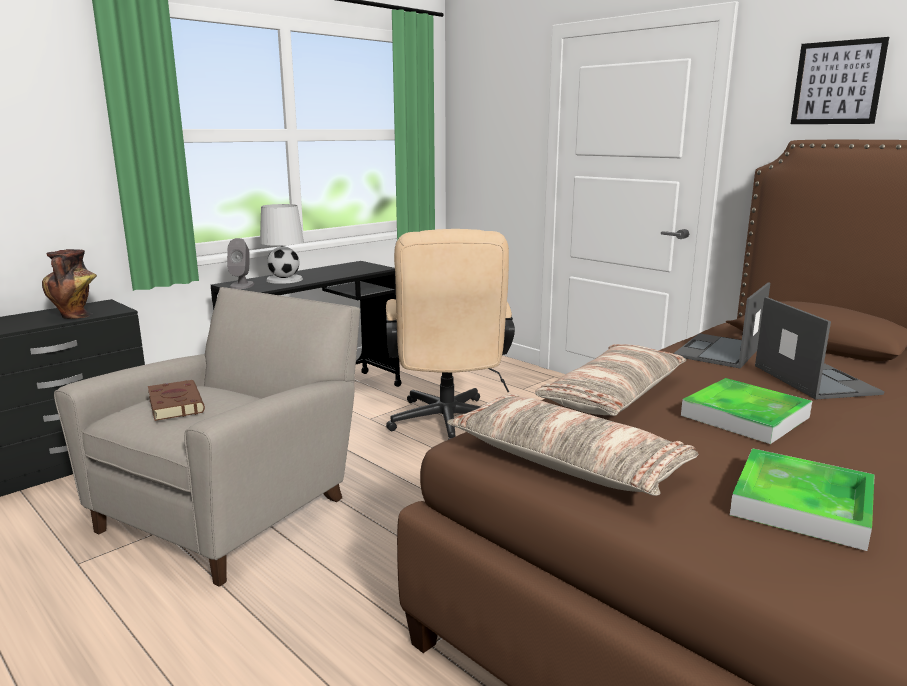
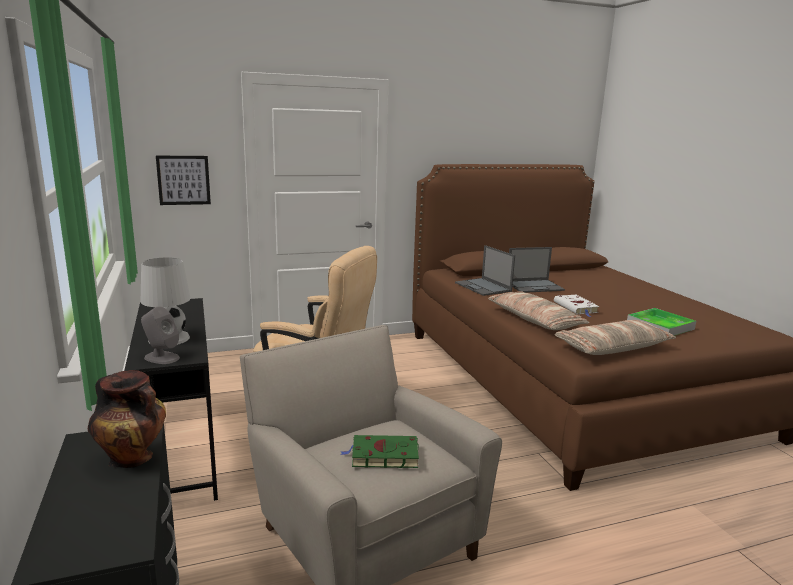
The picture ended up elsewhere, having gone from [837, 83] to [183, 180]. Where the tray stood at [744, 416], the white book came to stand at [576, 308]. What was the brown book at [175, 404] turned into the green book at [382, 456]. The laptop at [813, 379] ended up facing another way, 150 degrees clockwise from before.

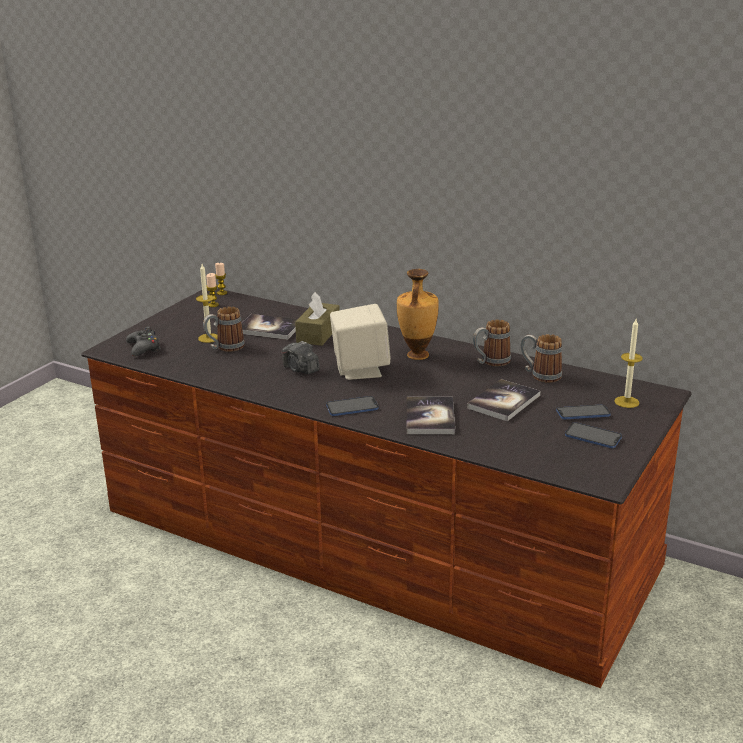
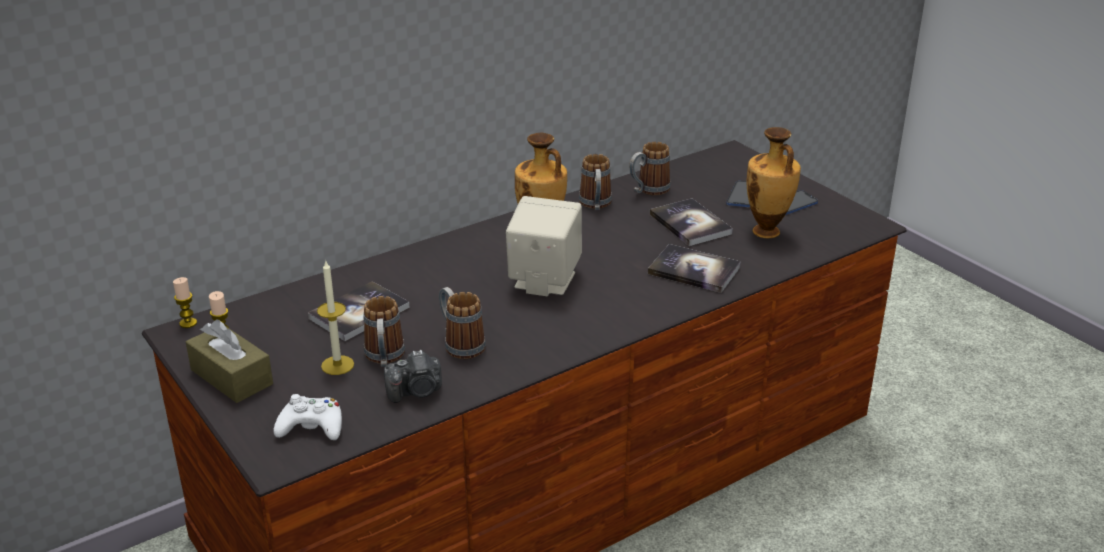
The second view lost the phone at [352, 407]. The second view lost the candle at [626, 402]. The second view gained the mug at [460, 344]. The second view gained the vase at [766, 233]. The photo camera ended up elsewhere, having gone from [300, 369] to [416, 391]. The brown tissue box ended up elsewhere, having gone from [318, 334] to [231, 377]. What was the black game controller at [144, 348] turned into the white game controller at [312, 427].

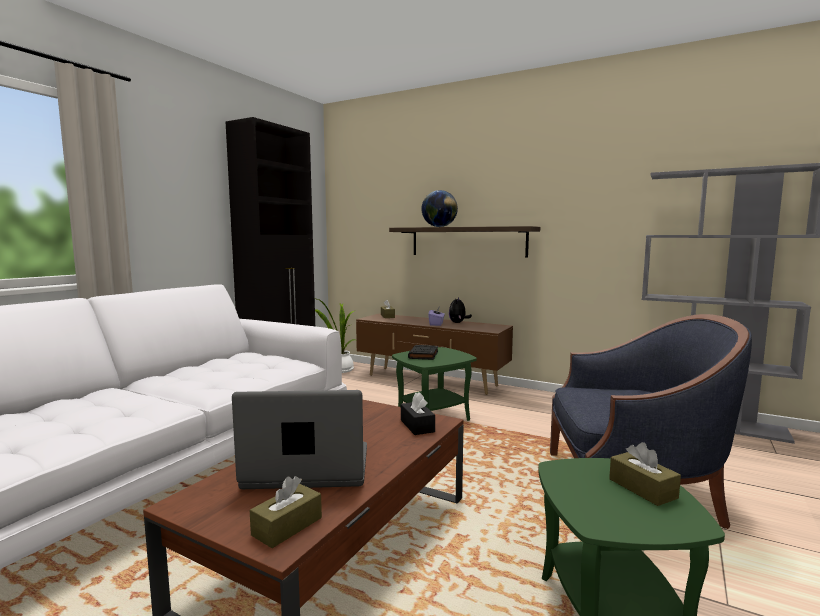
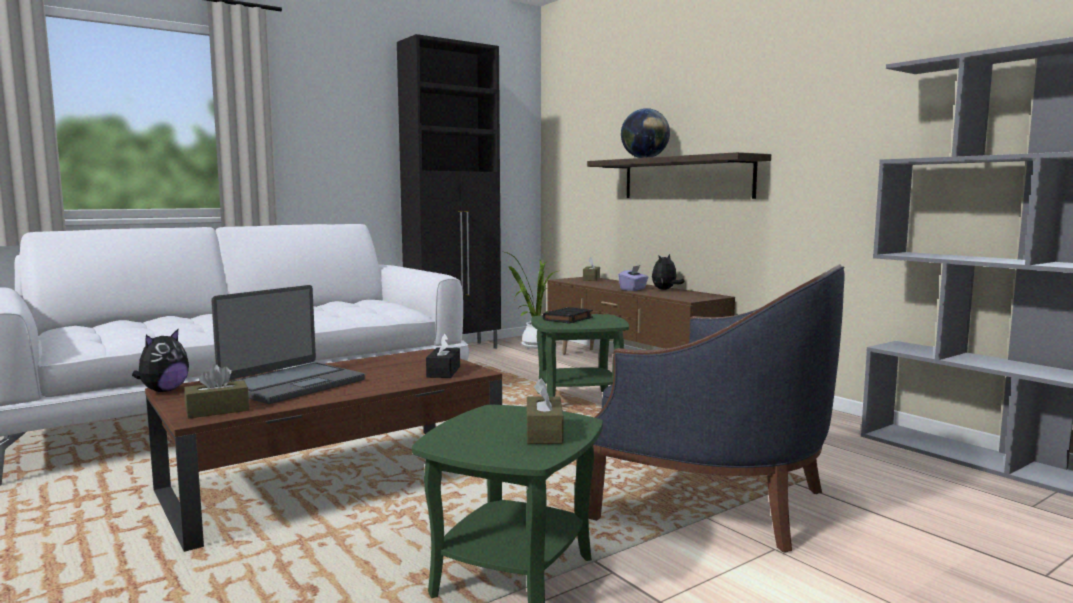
The second view gained the plush toy at [164, 390]. The laptop at [307, 469] ended up facing another way, 105 degrees clockwise from before.

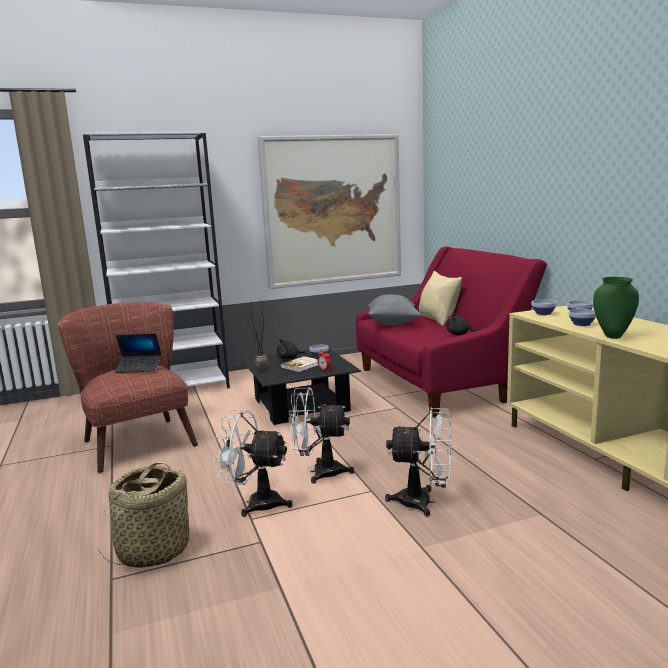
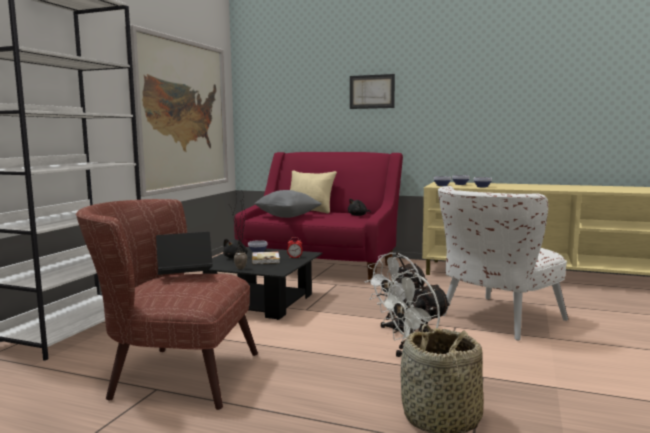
The second view lost the green vase at [613, 337]. The second view gained the picture at [372, 91]. Where the white fan stood at [424, 502], the white armchair came to stand at [493, 320]. The laptop at [139, 368] ended up facing another way, 150 degrees counterclockwise from before.

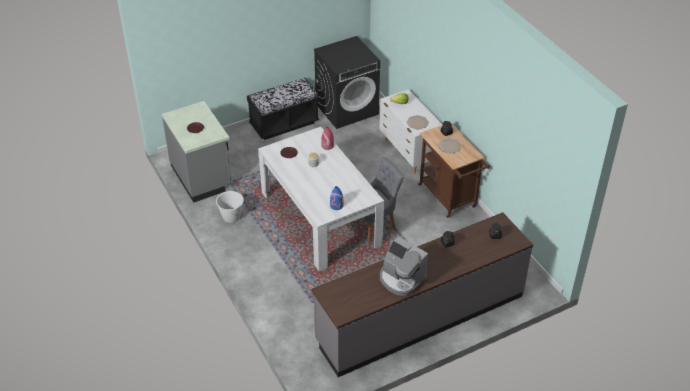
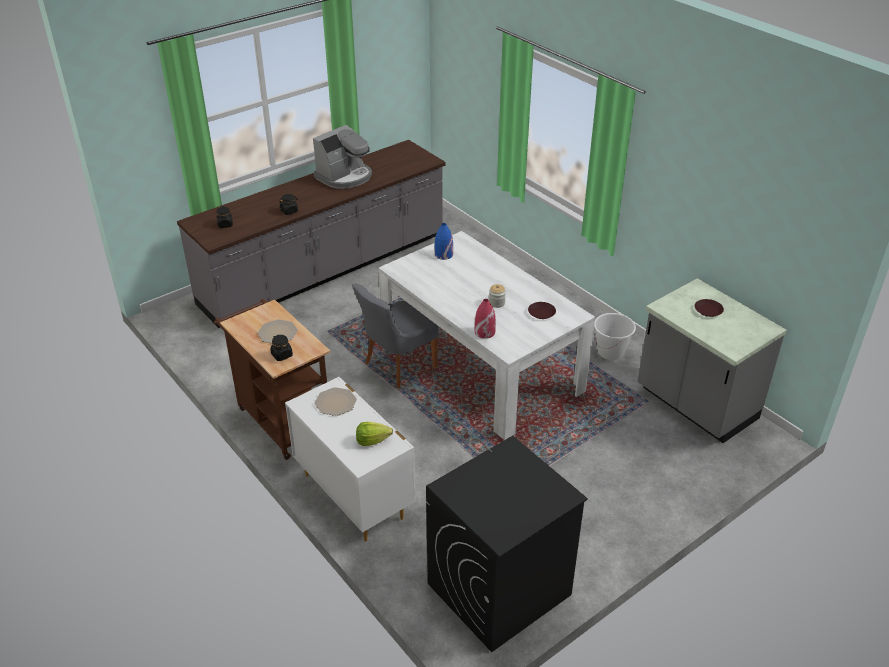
The second view lost the black bench at [284, 124]. The coffee machine at [401, 279] ended up facing another way, 105 degrees clockwise from before.

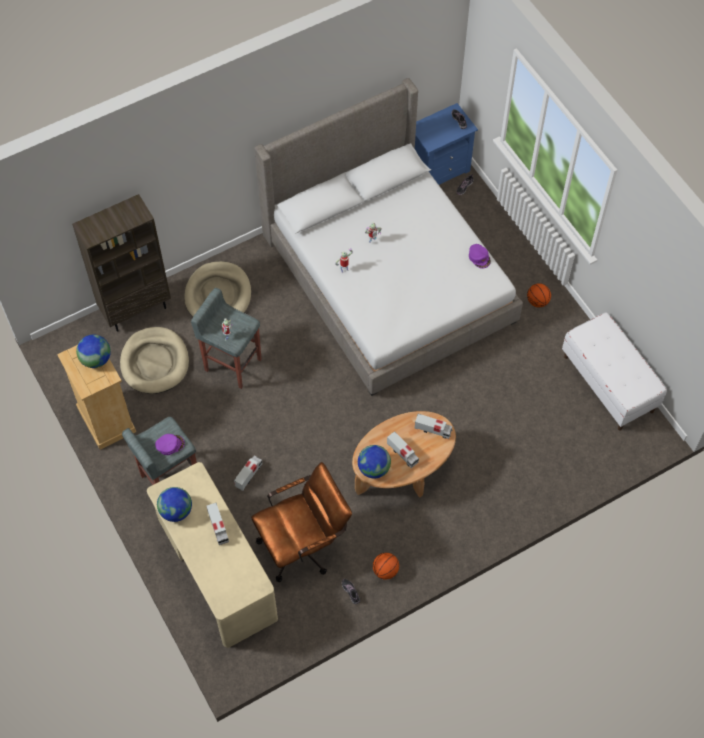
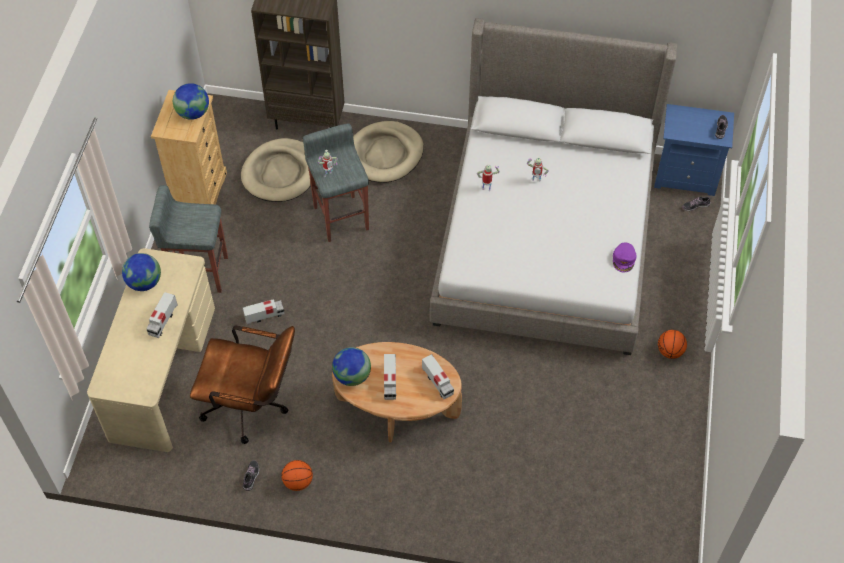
The second view lost the purple cap at [170, 445]. The second view lost the white bench at [608, 383].

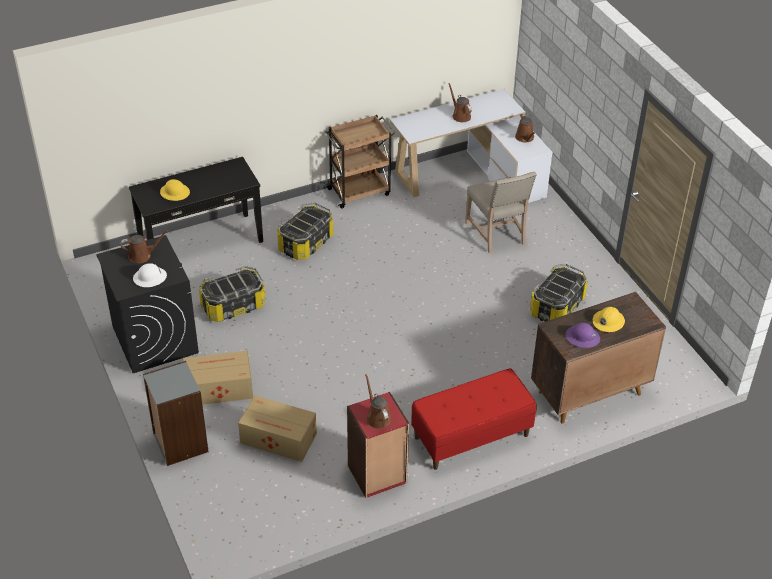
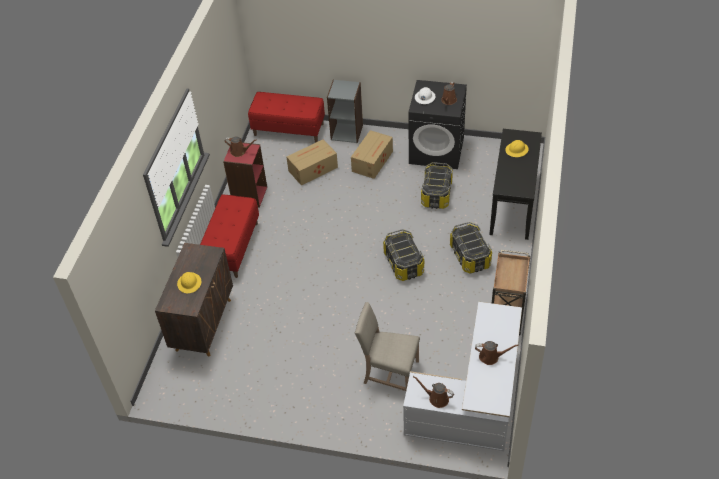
The second view lost the purple hard hat at [582, 337]. The second view gained the red bench at [289, 129]. The storage box ended up elsewhere, having gone from [556, 306] to [404, 263].

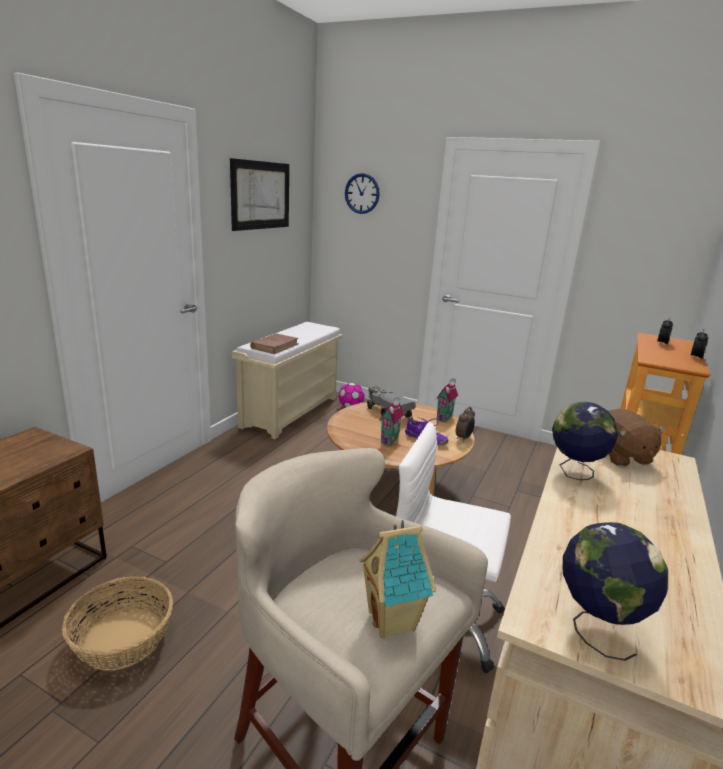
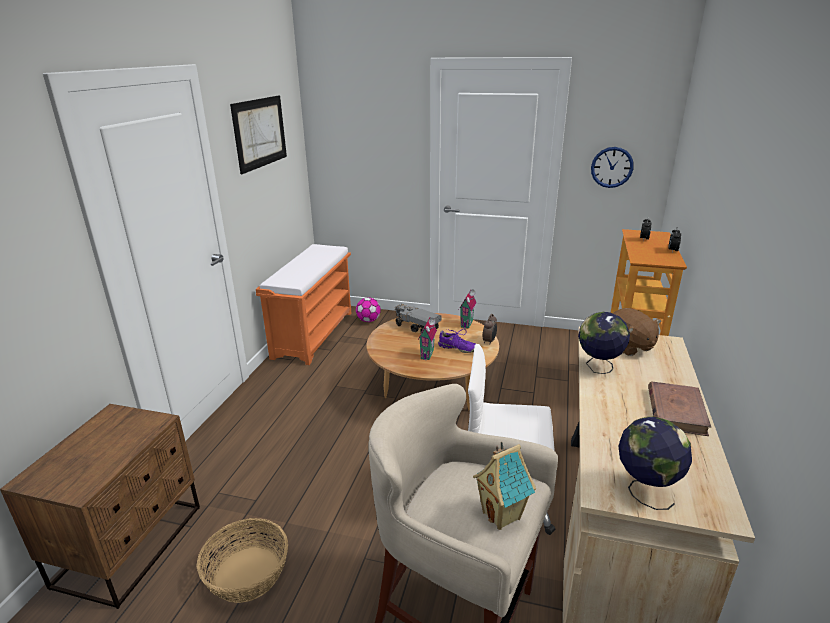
The brown book ended up elsewhere, having gone from [275, 346] to [676, 411]. The wall clock ended up elsewhere, having gone from [362, 193] to [612, 167]. What was the beige bench at [290, 411] turned into the orange bench at [313, 334].

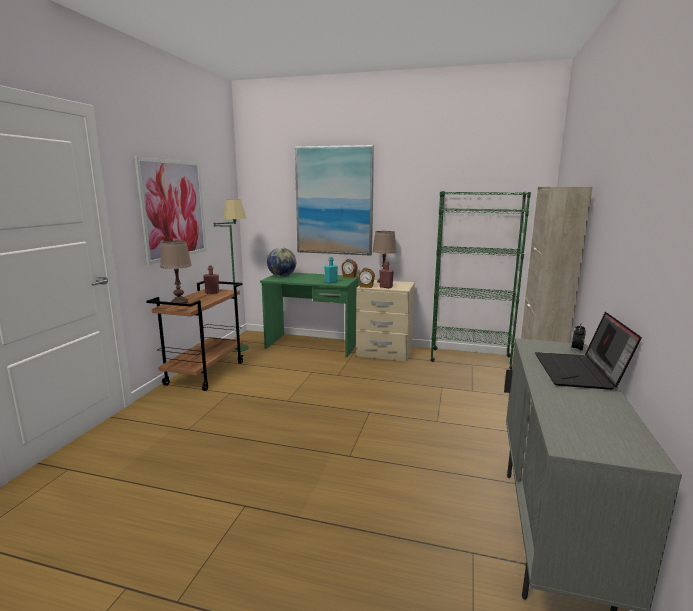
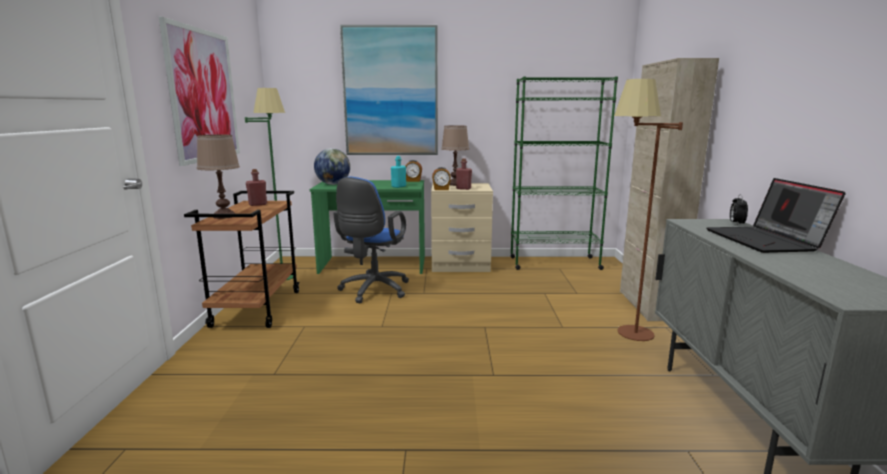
The second view gained the blue office chair at [373, 291]. The second view gained the brown floor lamp at [625, 337].

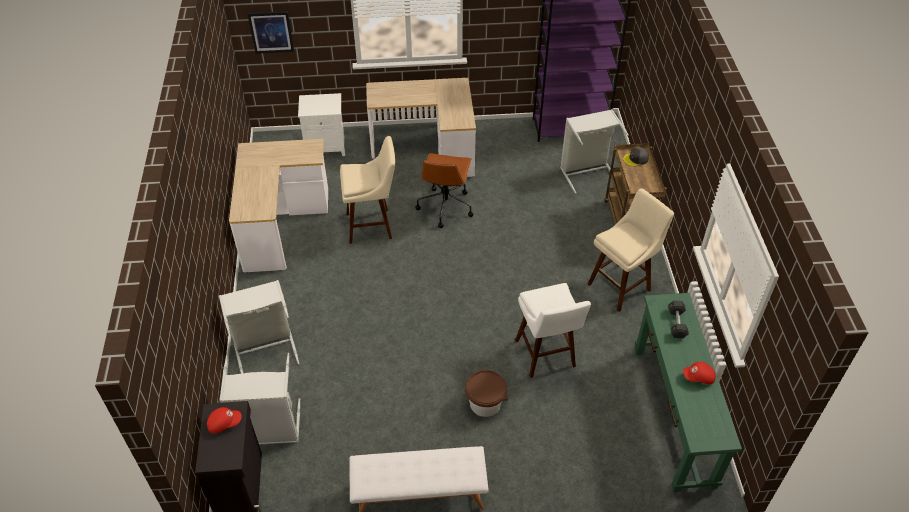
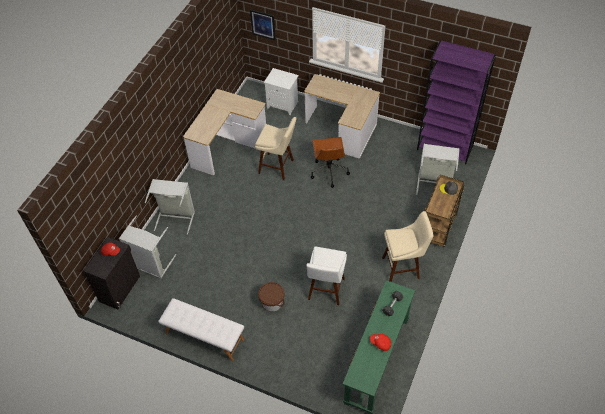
The brown office chair at [445, 206] ended up facing another way, 45 degrees counterclockwise from before.

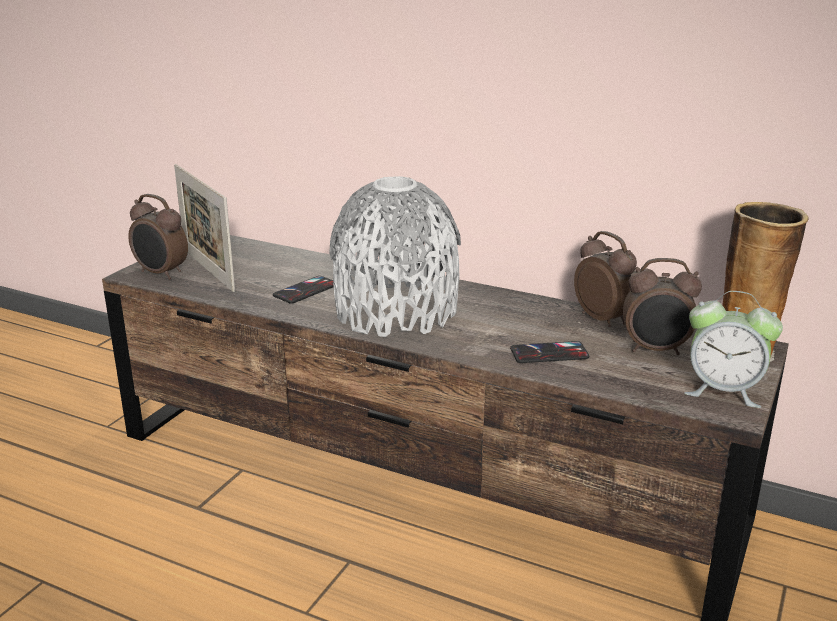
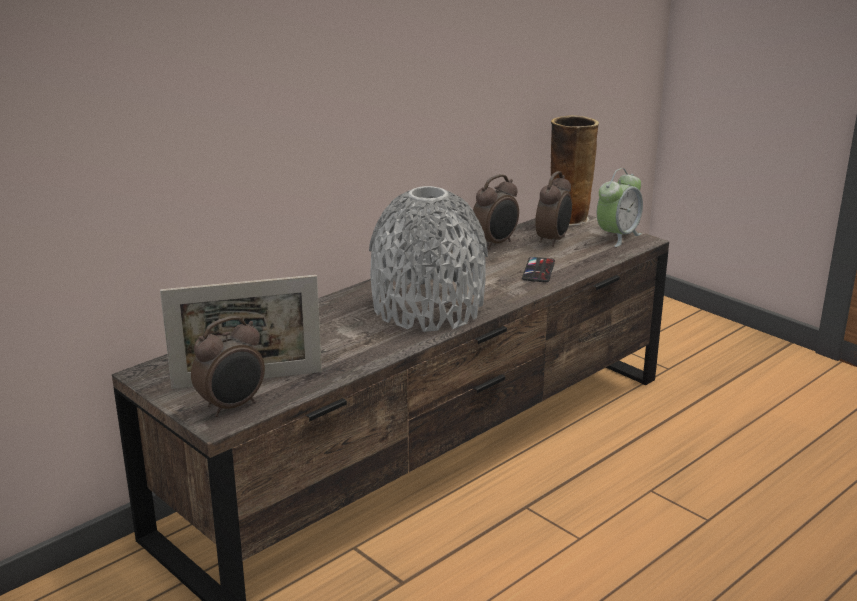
The second view lost the phone at [306, 290]. The alarm clock at [603, 319] ended up facing another way, 150 degrees clockwise from before.

